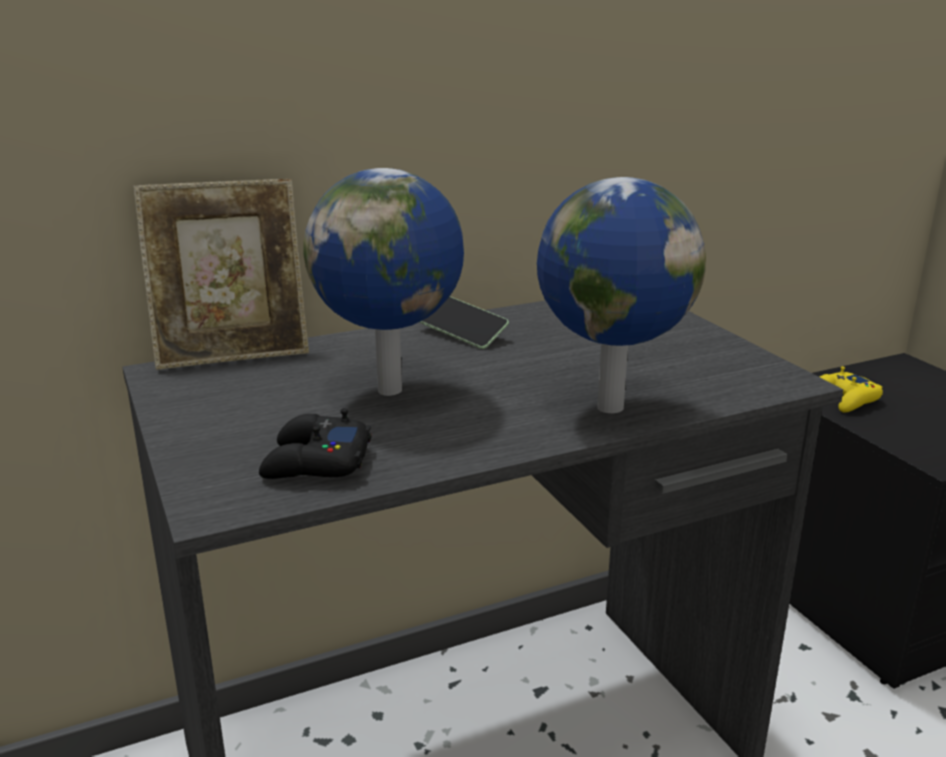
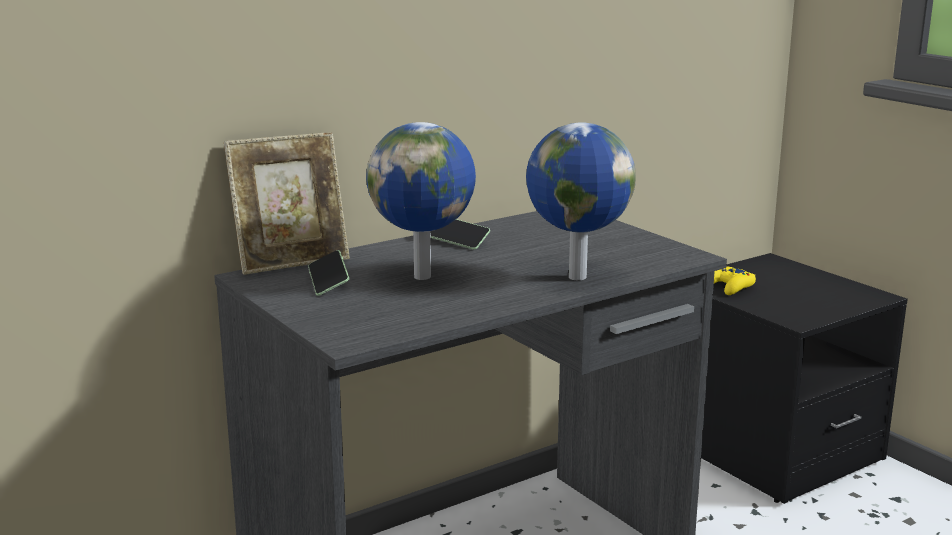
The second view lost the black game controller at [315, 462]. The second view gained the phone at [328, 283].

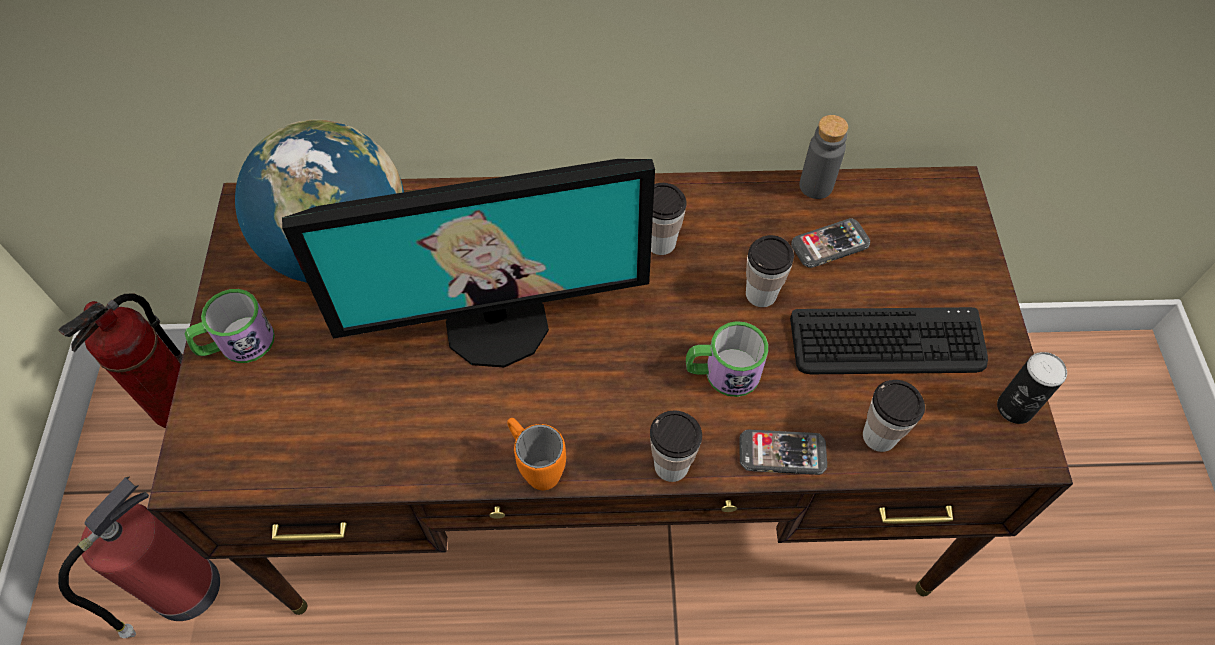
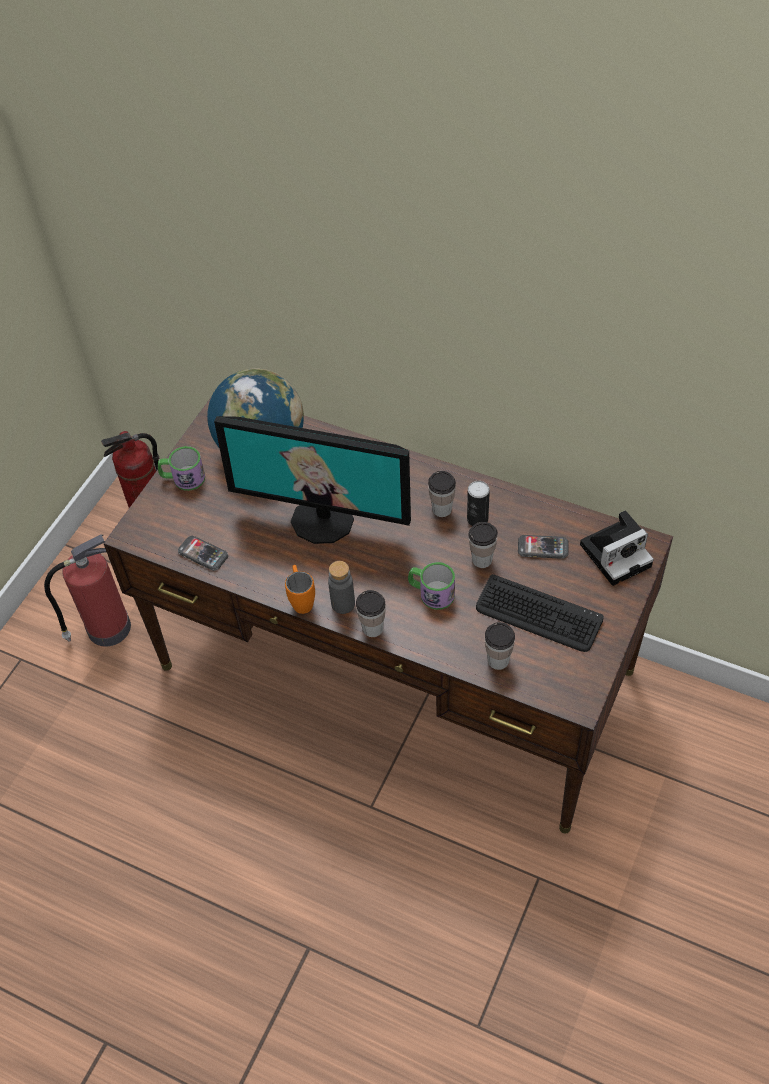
The second view gained the photo camera at [617, 553]. The phone ended up elsewhere, having gone from [782, 453] to [203, 554]. The grey bottle ended up elsewhere, having gone from [816, 186] to [343, 604]. The can ended up elsewhere, having gone from [1015, 408] to [477, 519].

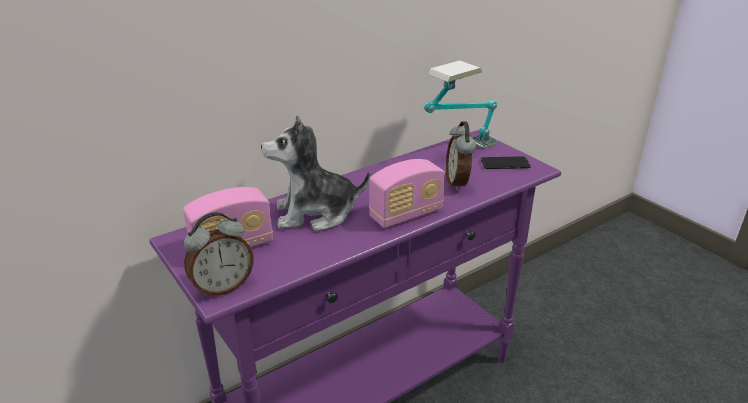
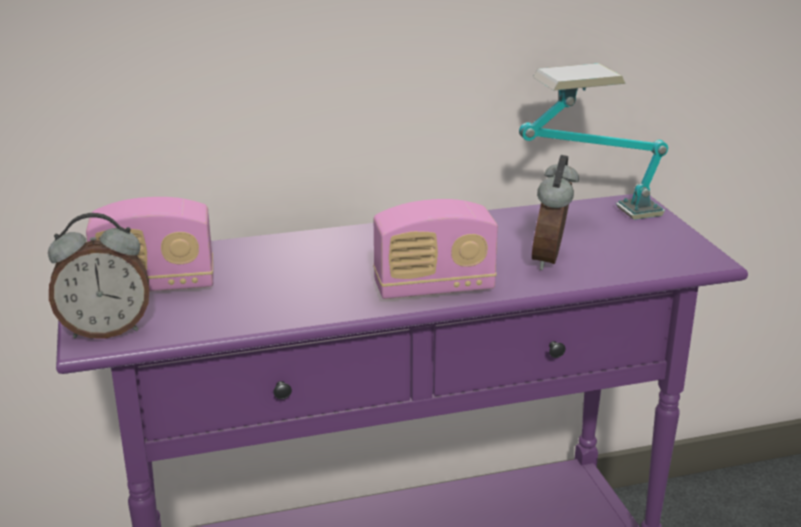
The second view lost the plush toy at [315, 214]. The second view lost the phone at [505, 164].

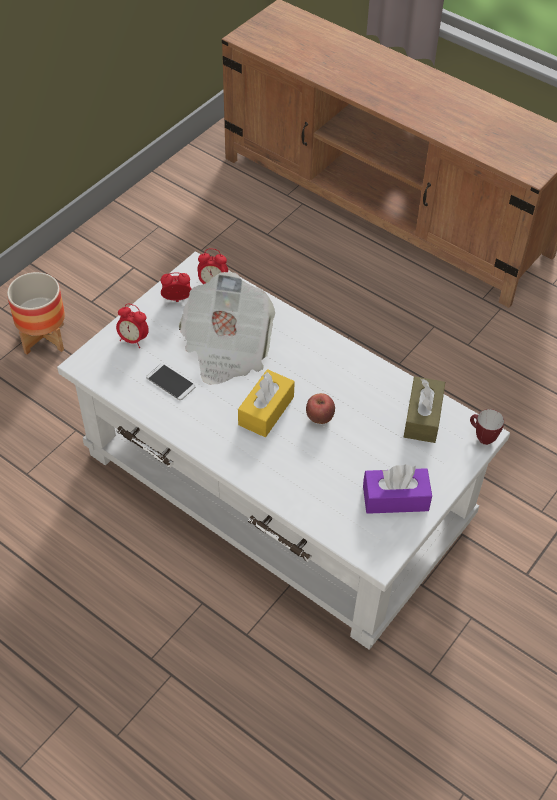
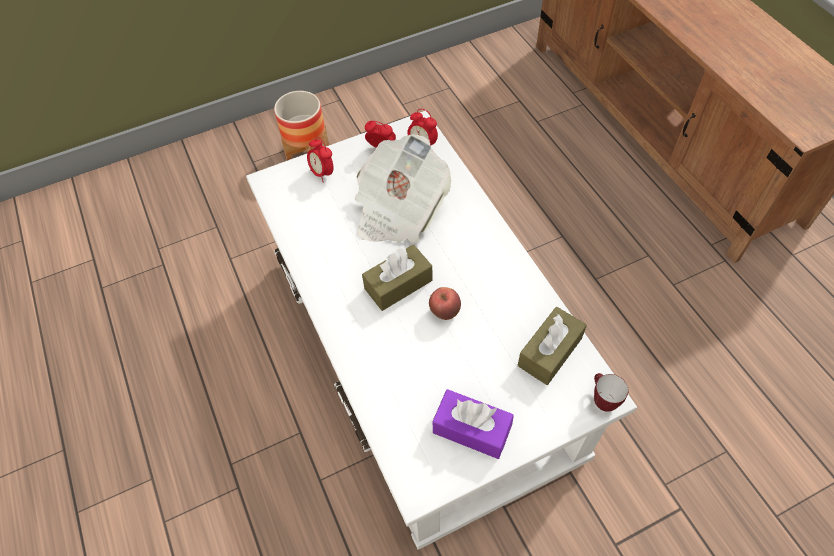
The second view lost the phone at [170, 382]. What was the yellow tissue box at [266, 411] turned into the brown tissue box at [398, 284].

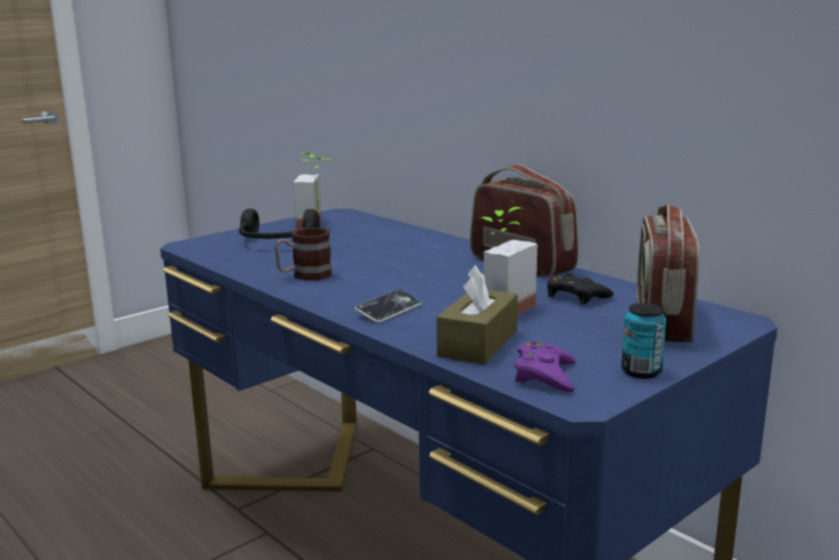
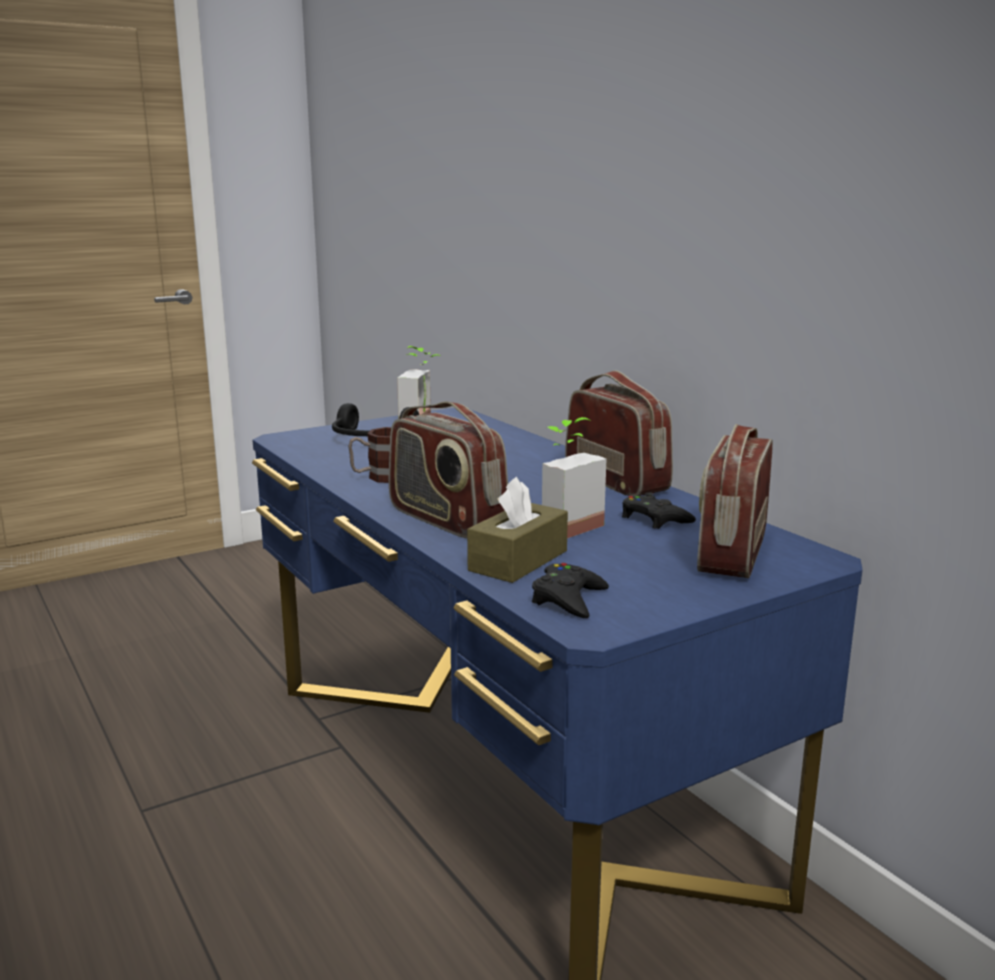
The second view lost the can at [641, 372]. Where the phone stood at [389, 310], the radio came to stand at [446, 519]. What was the purple game controller at [545, 375] turned into the black game controller at [568, 599].

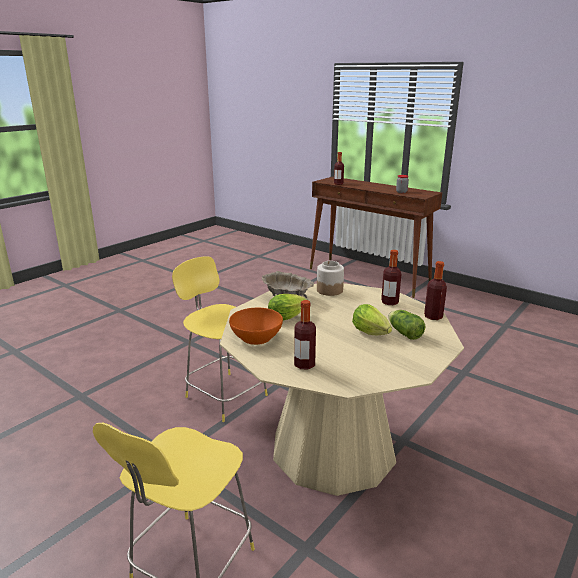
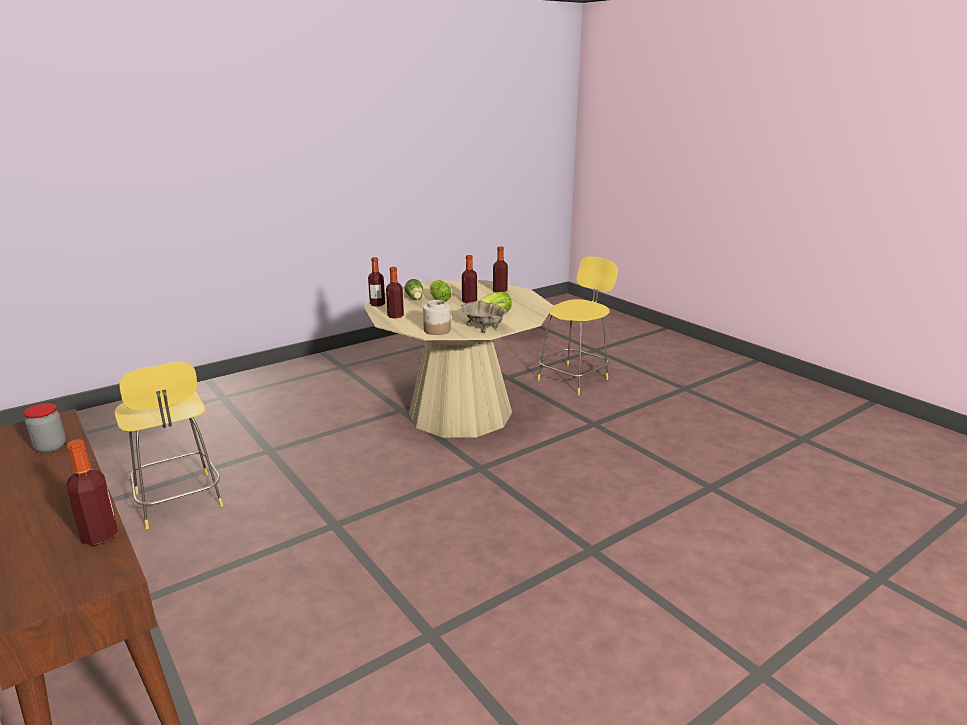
The second view lost the orange bowl at [256, 337]. The second view gained the bottle at [469, 301]. The yellow stool ended up elsewhere, having gone from [224, 395] to [179, 501].

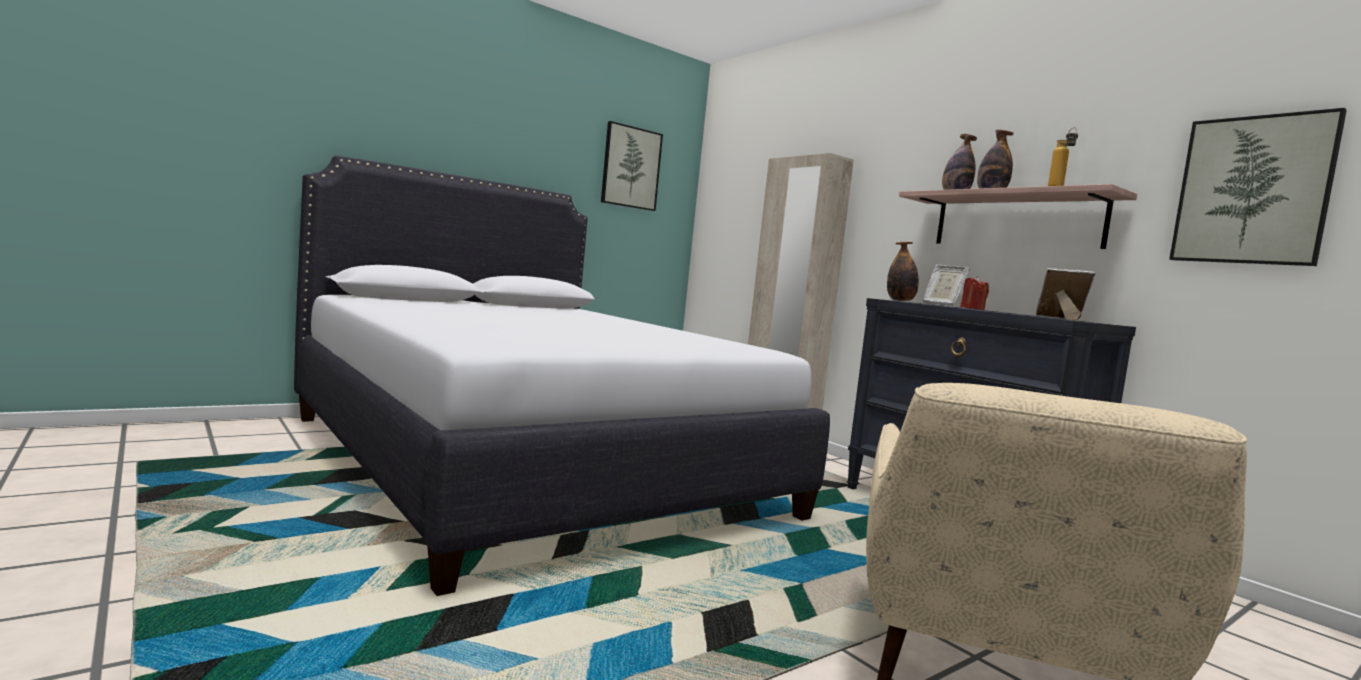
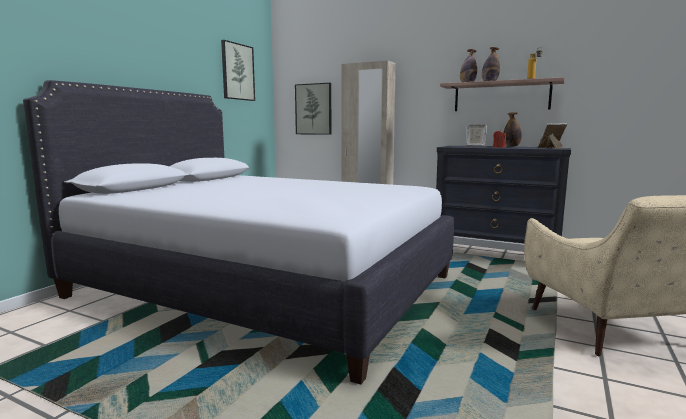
The bottle ended up elsewhere, having gone from [900, 301] to [511, 146]. The picture ended up elsewhere, having gone from [1252, 190] to [313, 109].

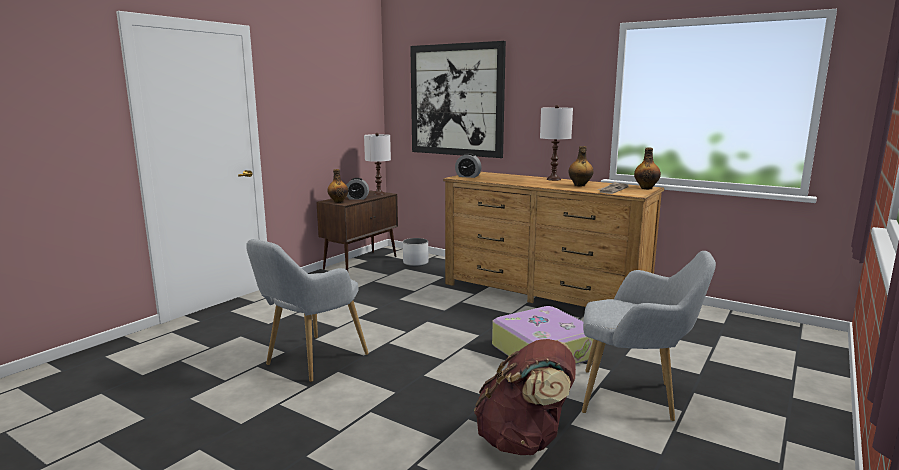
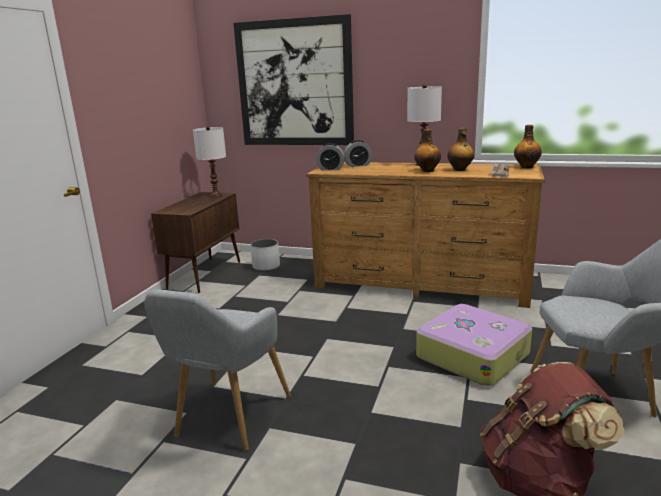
The bottle ended up elsewhere, having gone from [338, 202] to [427, 170]. The alarm clock ended up elsewhere, having gone from [357, 198] to [358, 165].

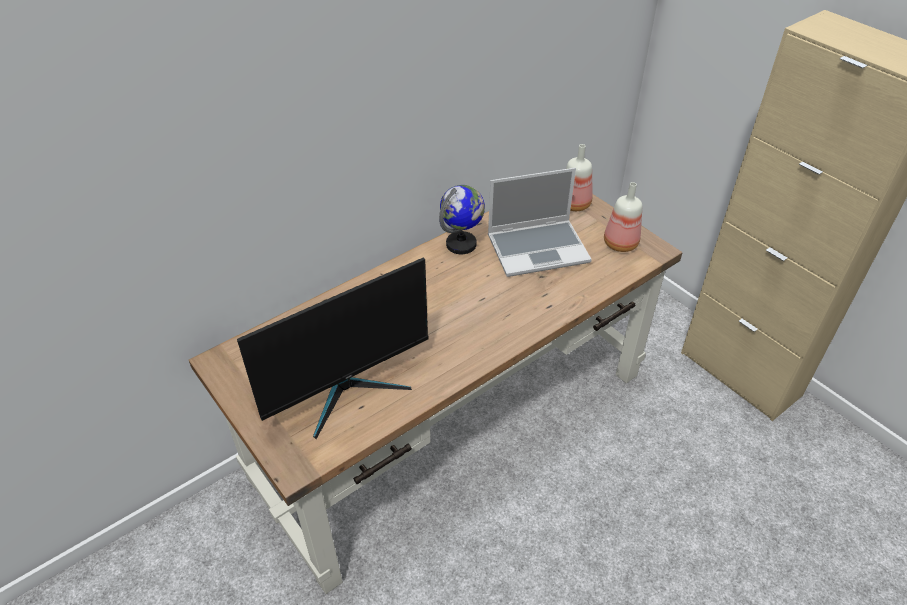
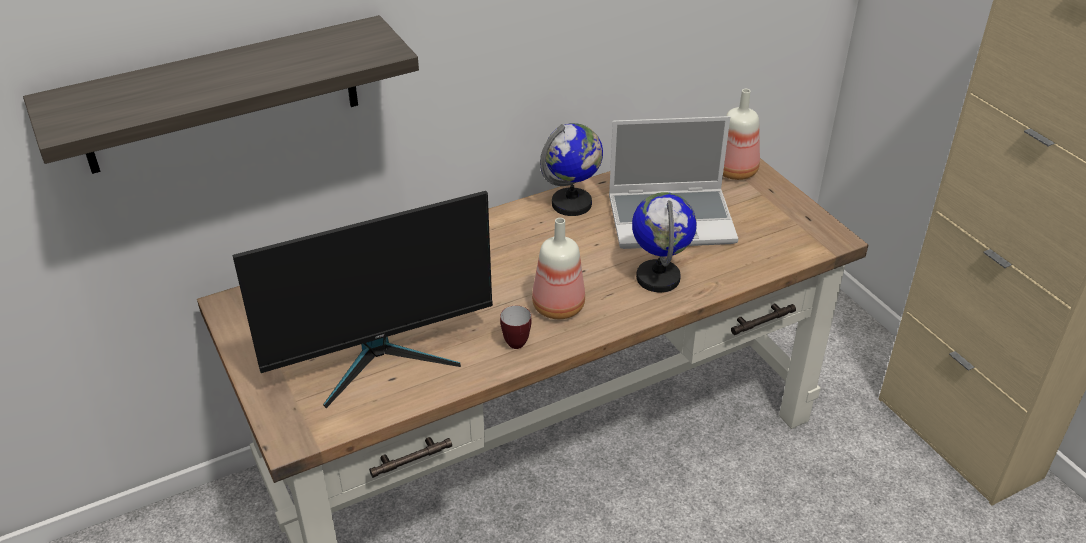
The second view gained the shelf at [221, 95]. The second view gained the mug at [518, 340]. The second view gained the globe at [658, 277]. The bottle ended up elsewhere, having gone from [619, 244] to [556, 307].

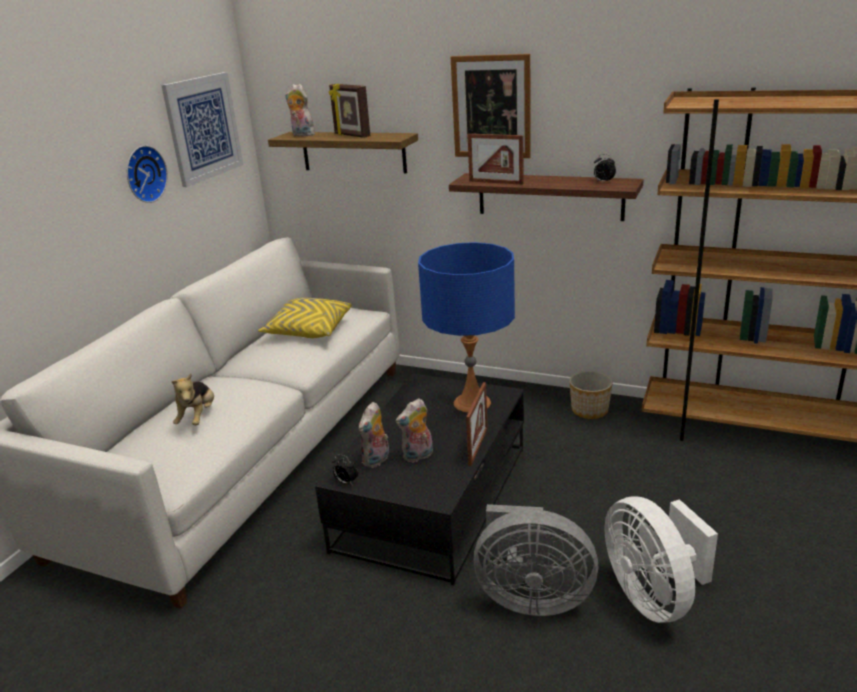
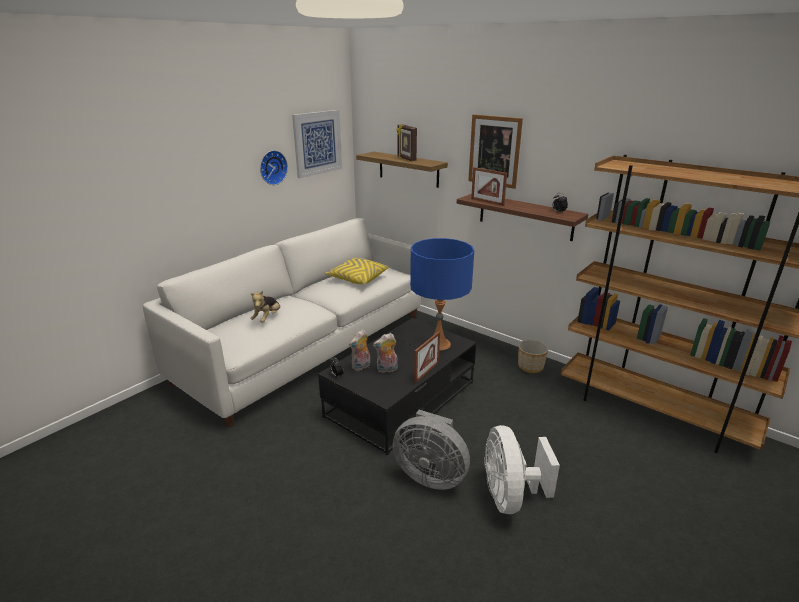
The second view lost the plush toy at [301, 135].

